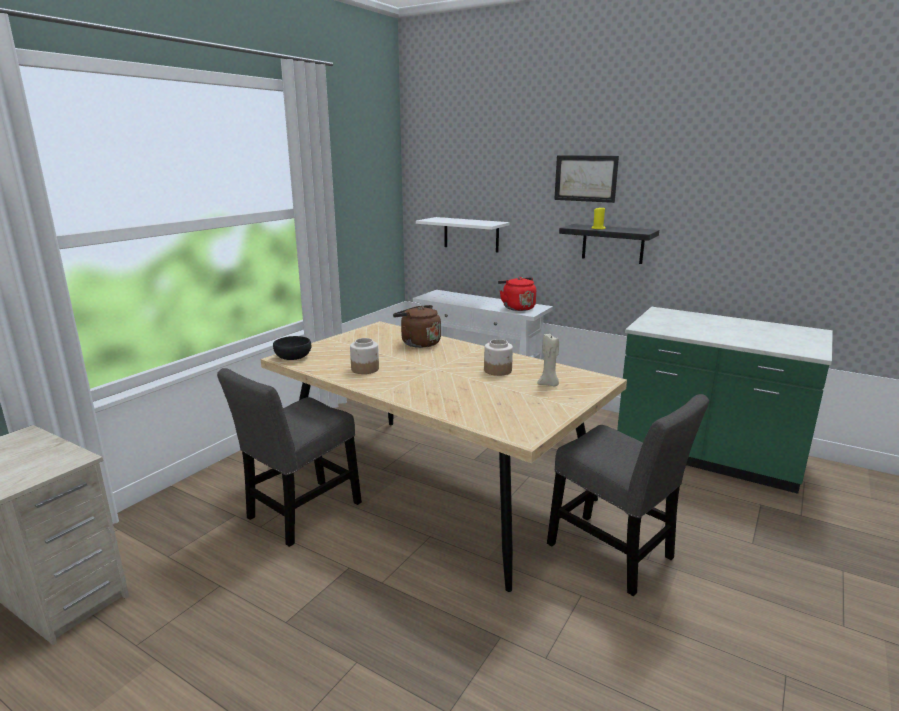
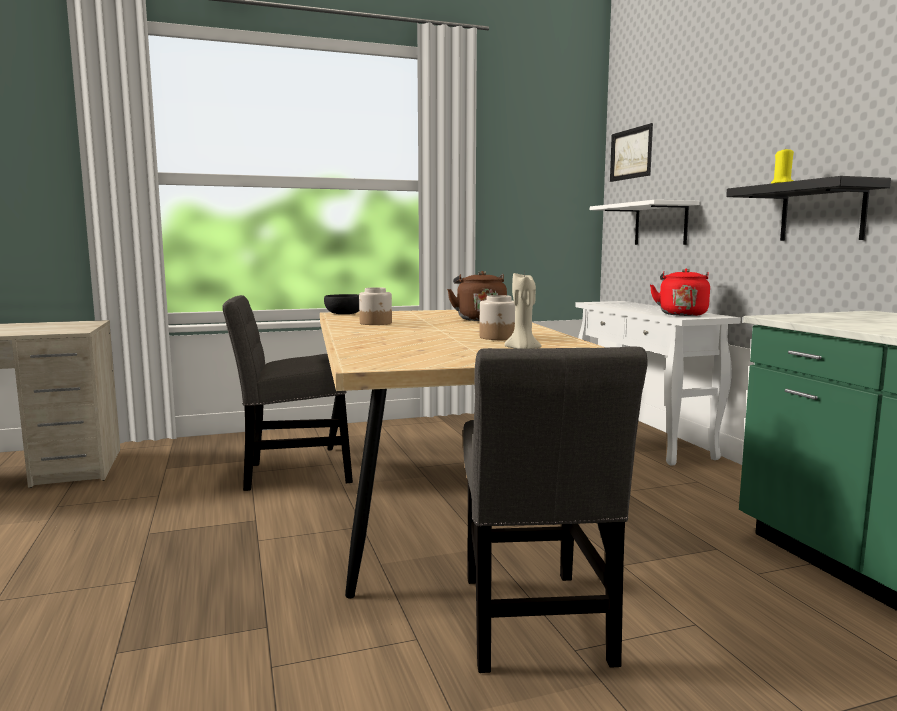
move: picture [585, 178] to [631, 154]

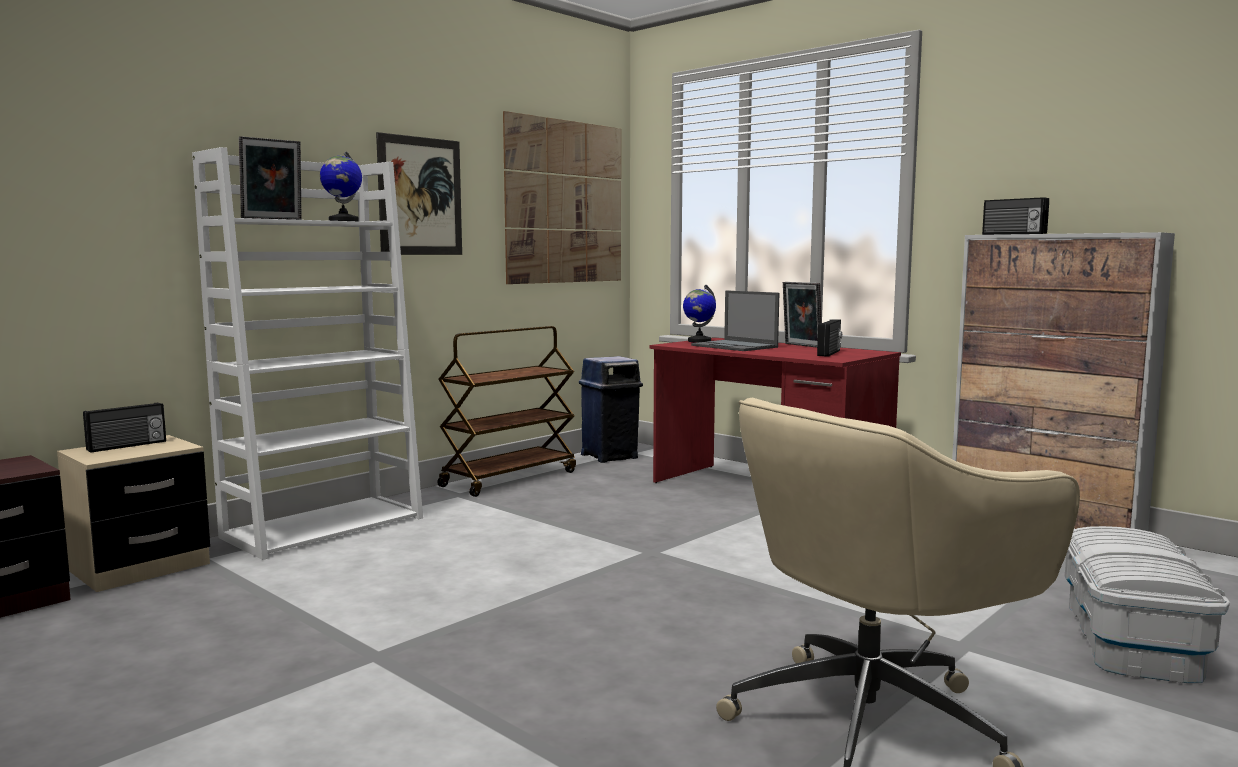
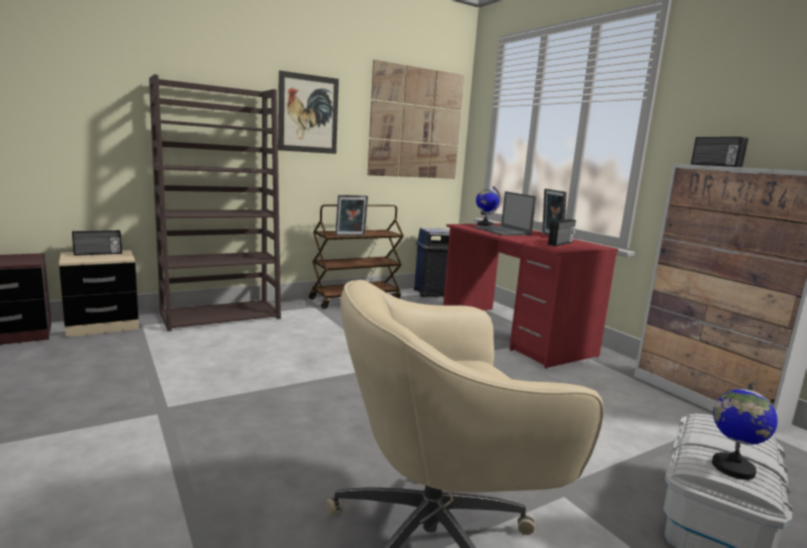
move: picture frame [273, 219] to [350, 235]; globe [343, 221] to [732, 468]
recolor: white bookcase [325, 527] to brown bookcase [221, 315]

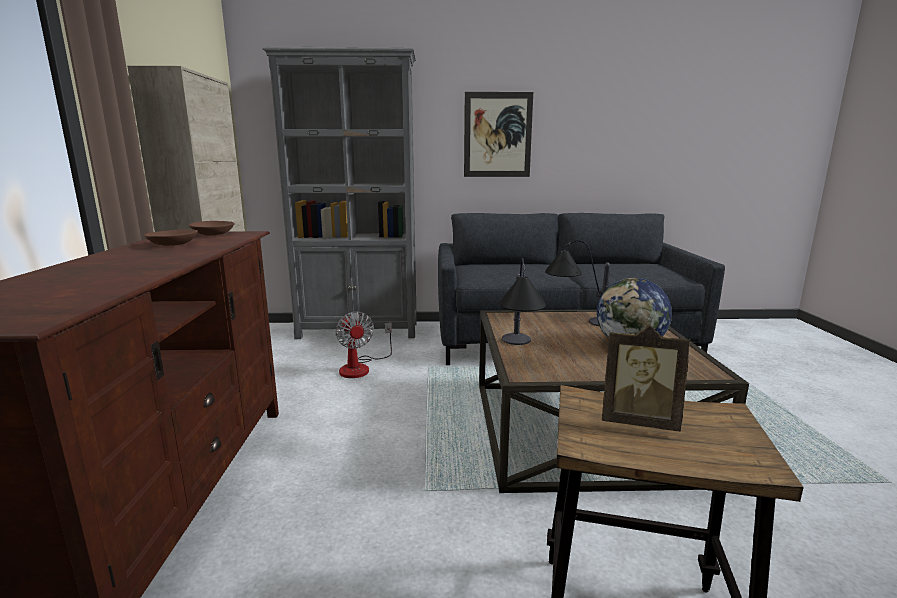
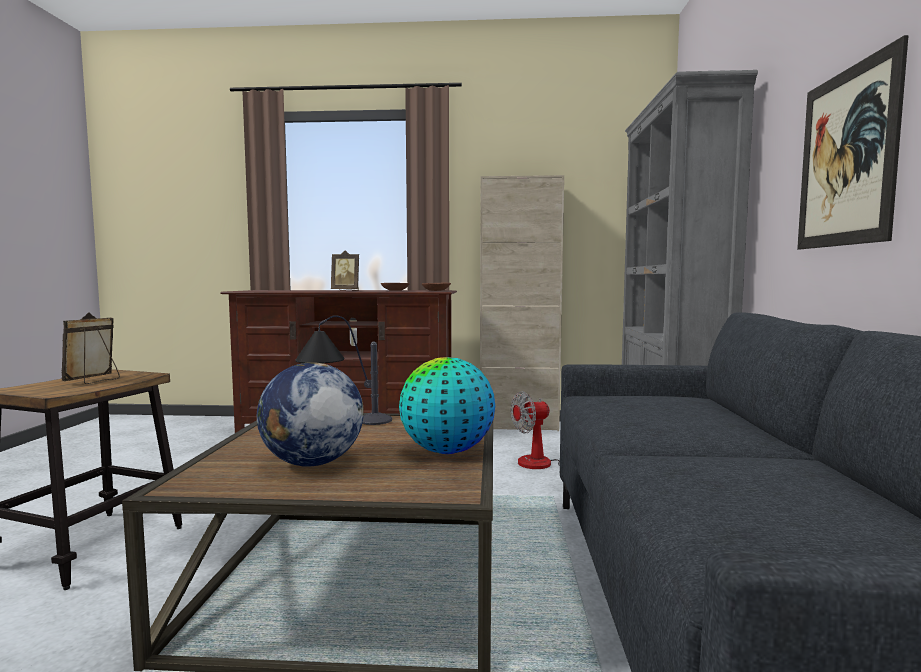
insert: picture frame [346, 290]
replace: table lamp [575, 318] to globe [446, 451]

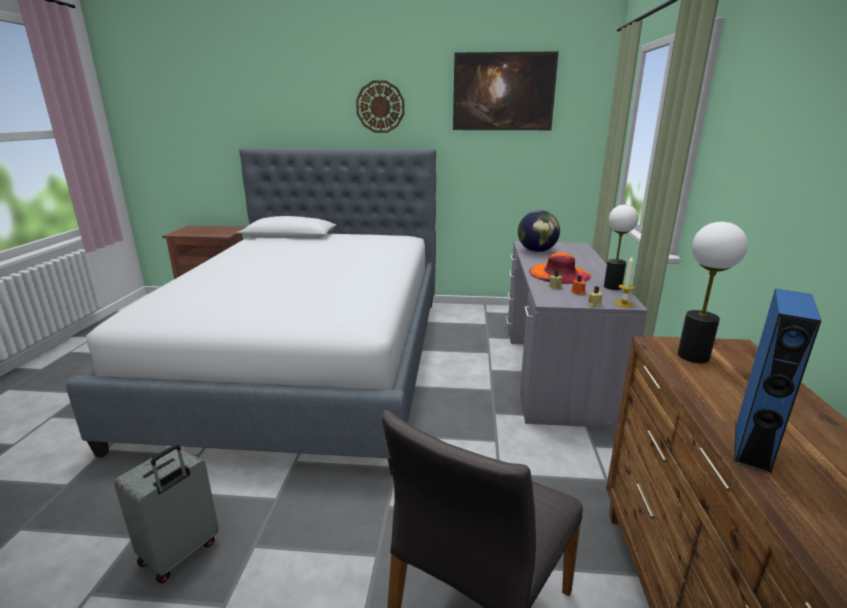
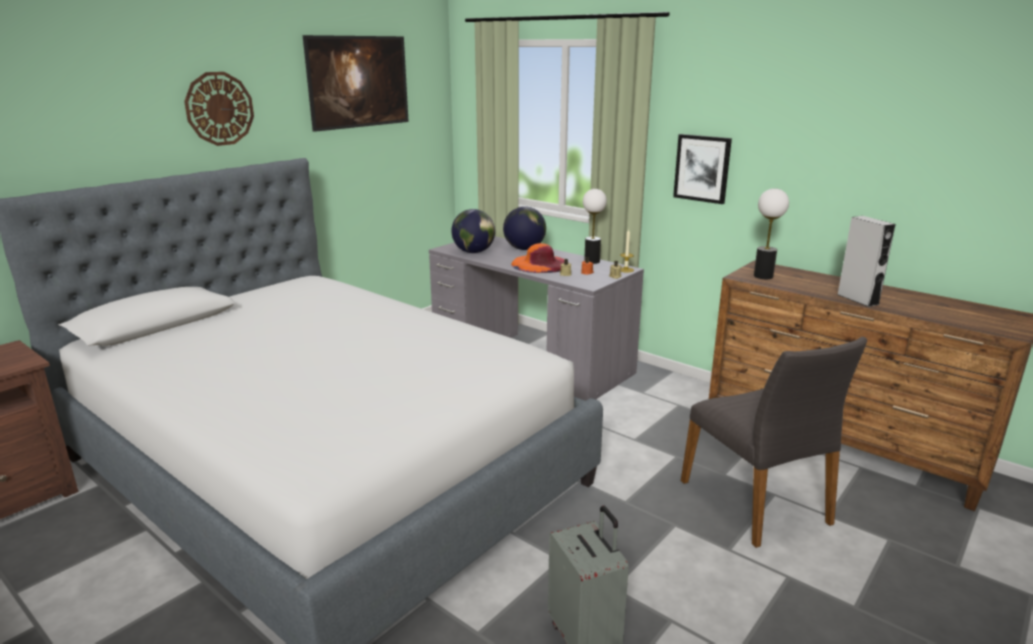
insert: picture [702, 168]; globe [524, 249]
recolor: blue speaker [752, 446] to grey speaker [857, 299]

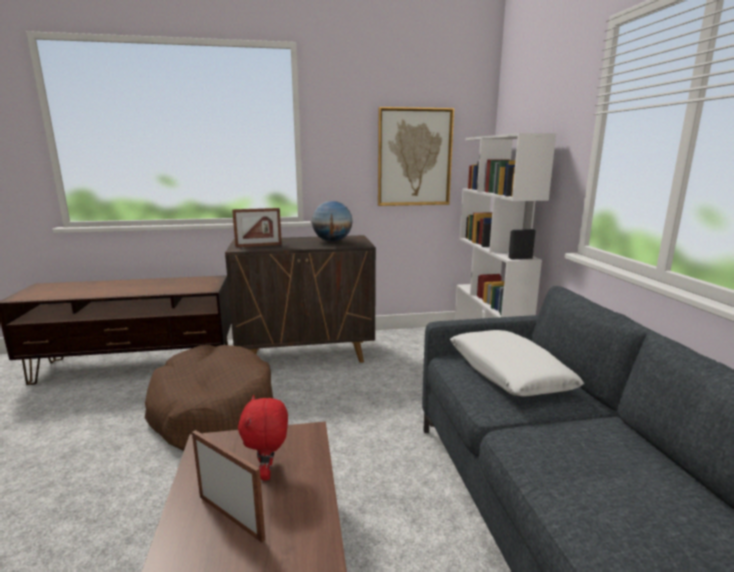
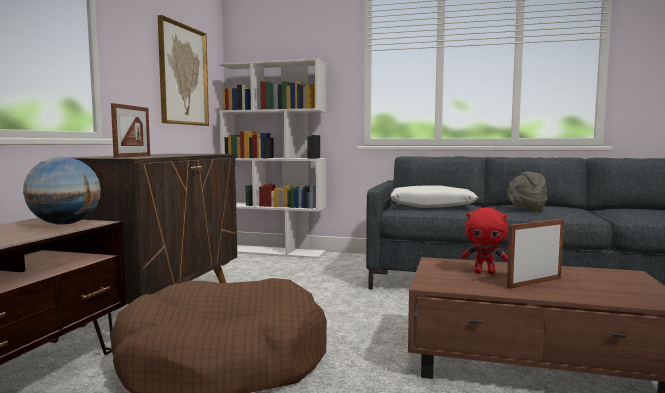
insert: grey hat [525, 209]
move: globe [332, 241] to [65, 224]

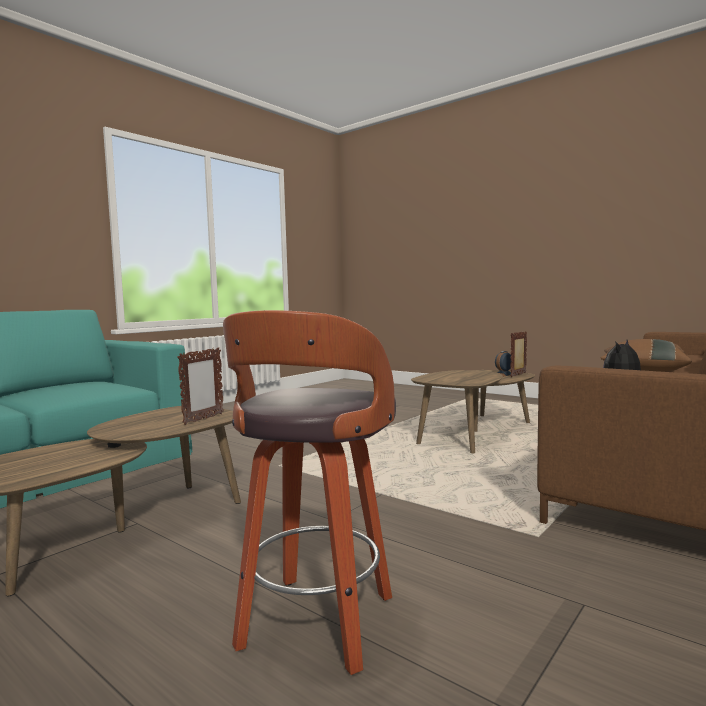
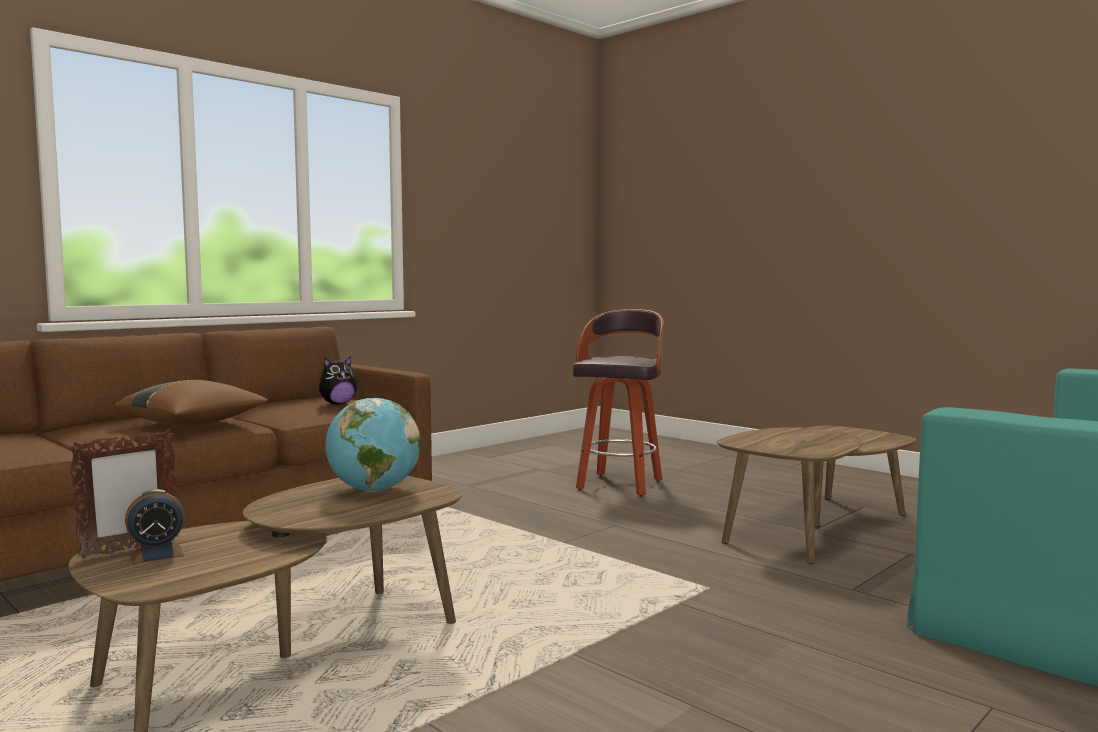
delete: picture frame [203, 419]
insert: globe [373, 490]

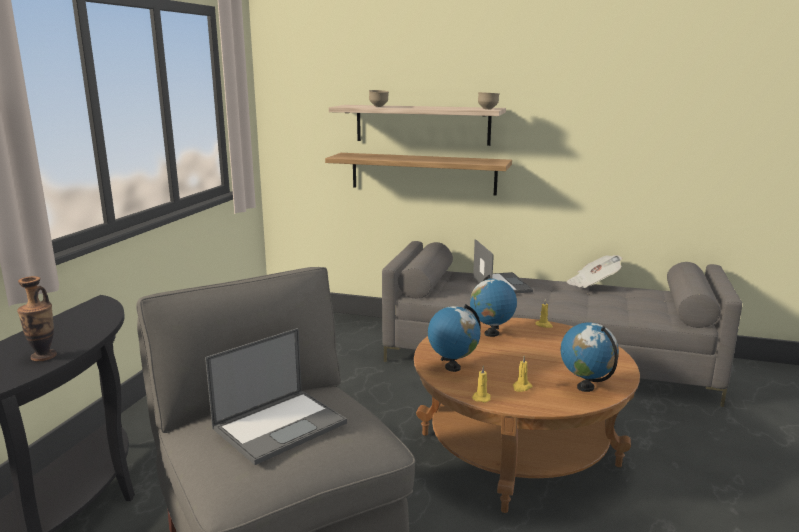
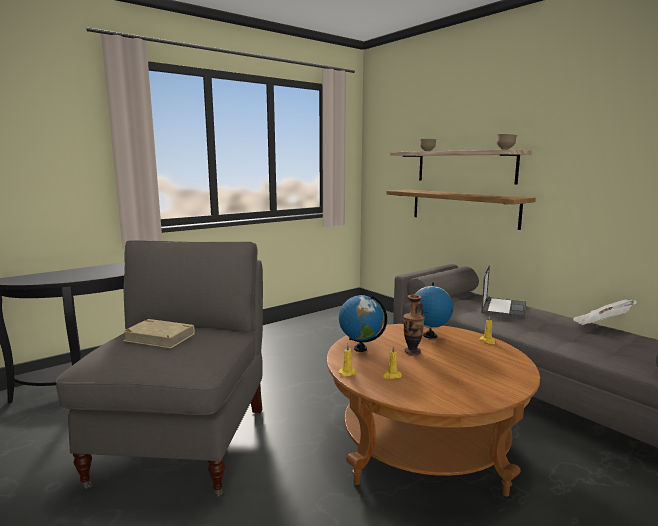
delete: globe [586, 387]
move: vase [43, 356] to [412, 352]
replace: laptop [280, 425] to beige book [159, 337]

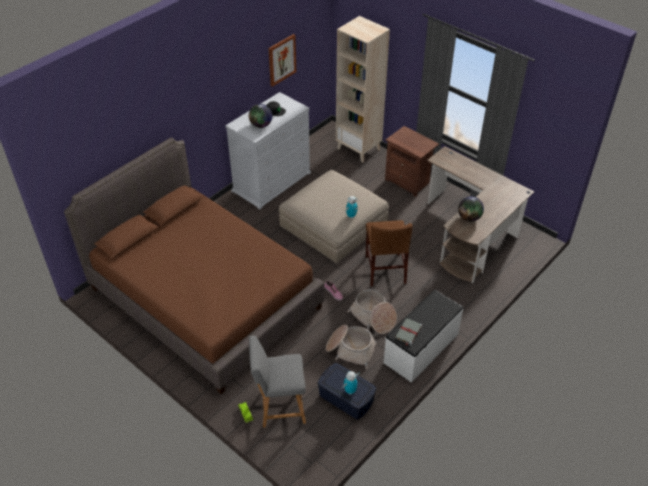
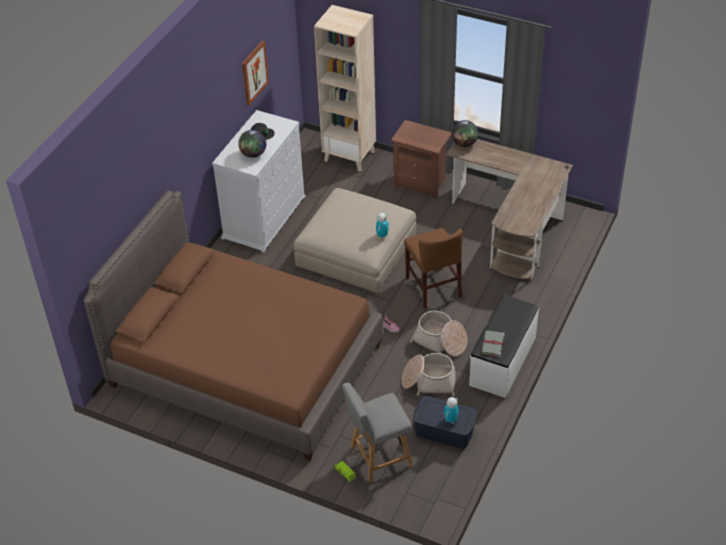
move: globe [469, 218] to [464, 143]

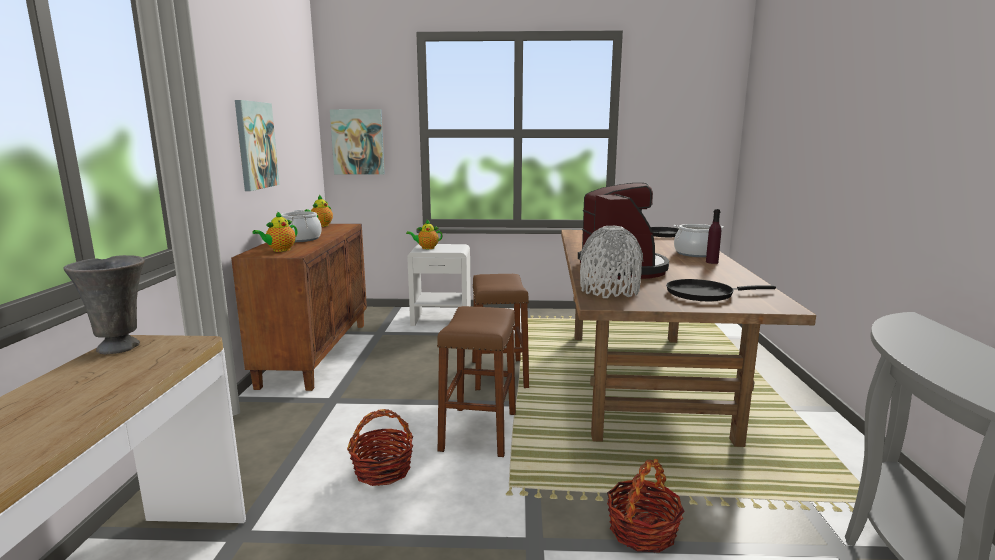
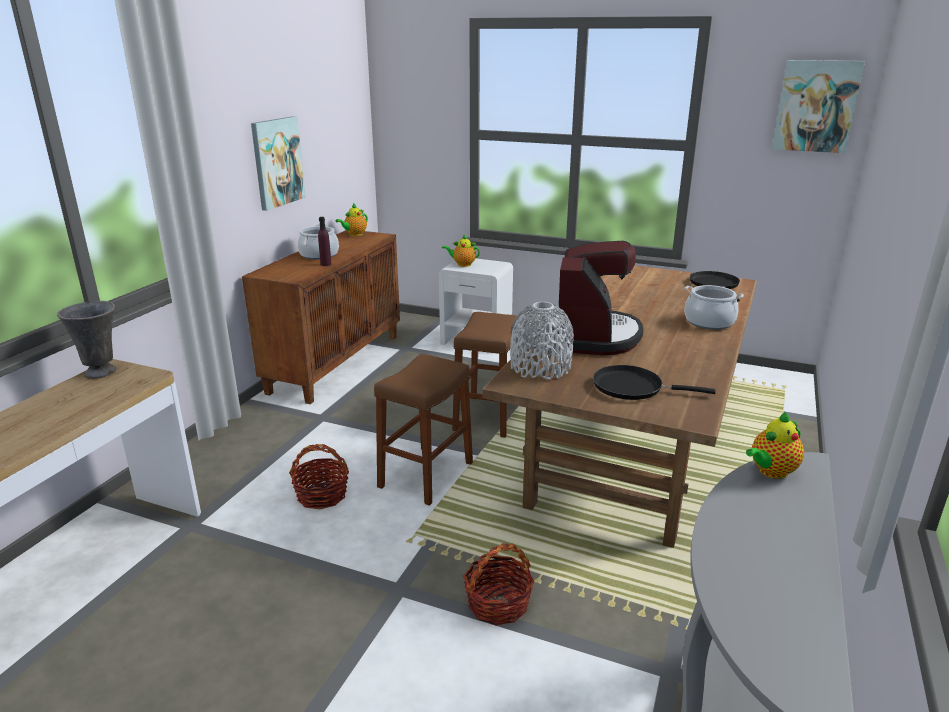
move: picture [358, 142] to [816, 106]; purple bottle [712, 262] to [326, 264]; teapot [279, 250] to [770, 471]

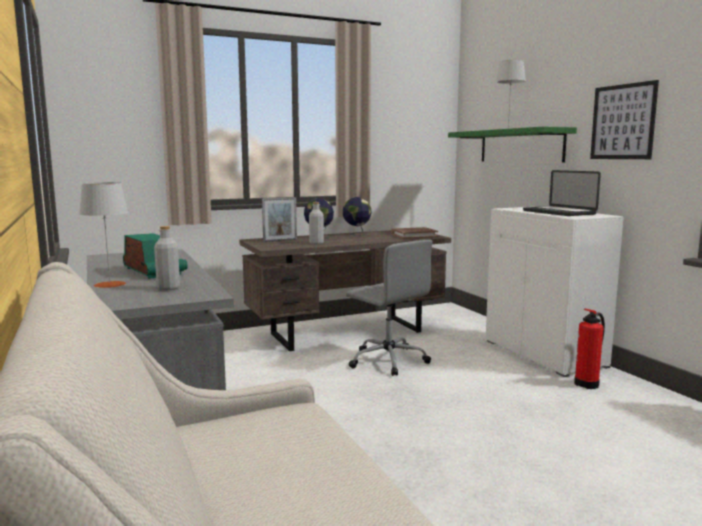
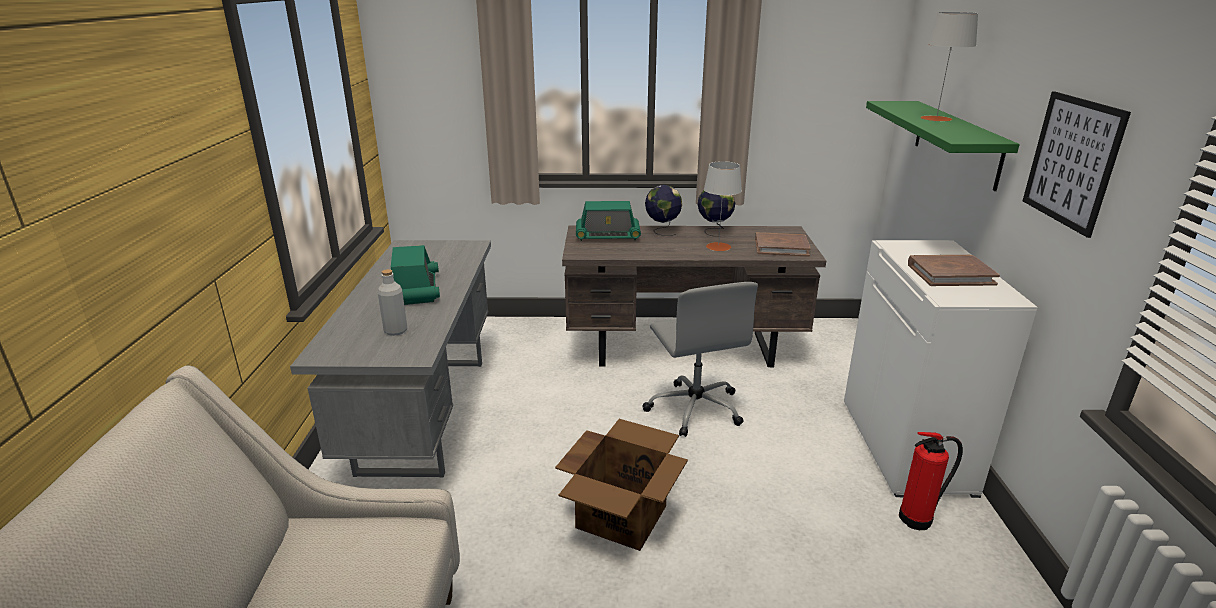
delete: grey bottle [316, 243]
insert: cardboard box [622, 516]
move: grey table lamp [109, 284] to [718, 247]
replace: laptop [558, 212] to brown book [950, 274]; picture frame [280, 240] to radio [607, 236]

